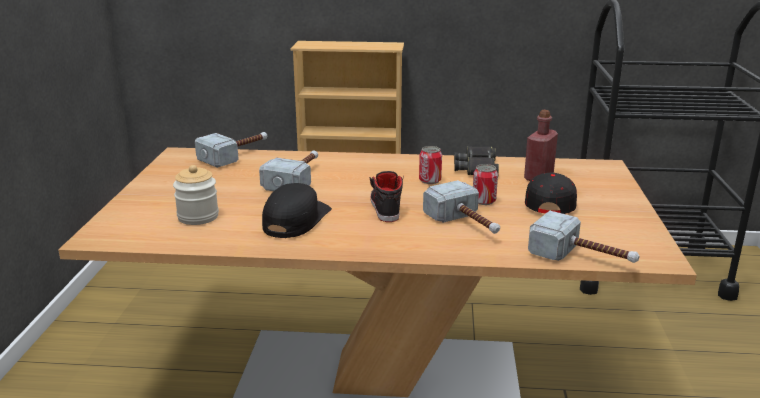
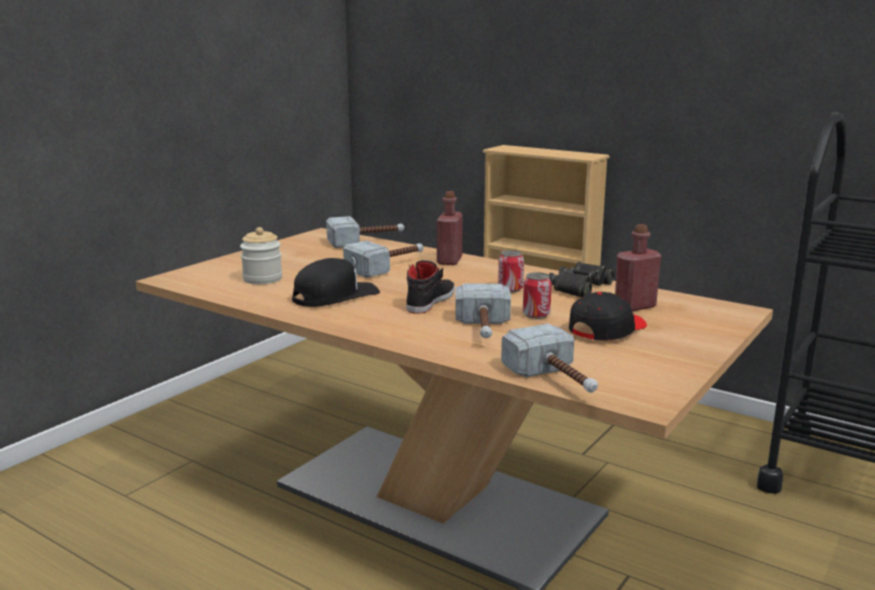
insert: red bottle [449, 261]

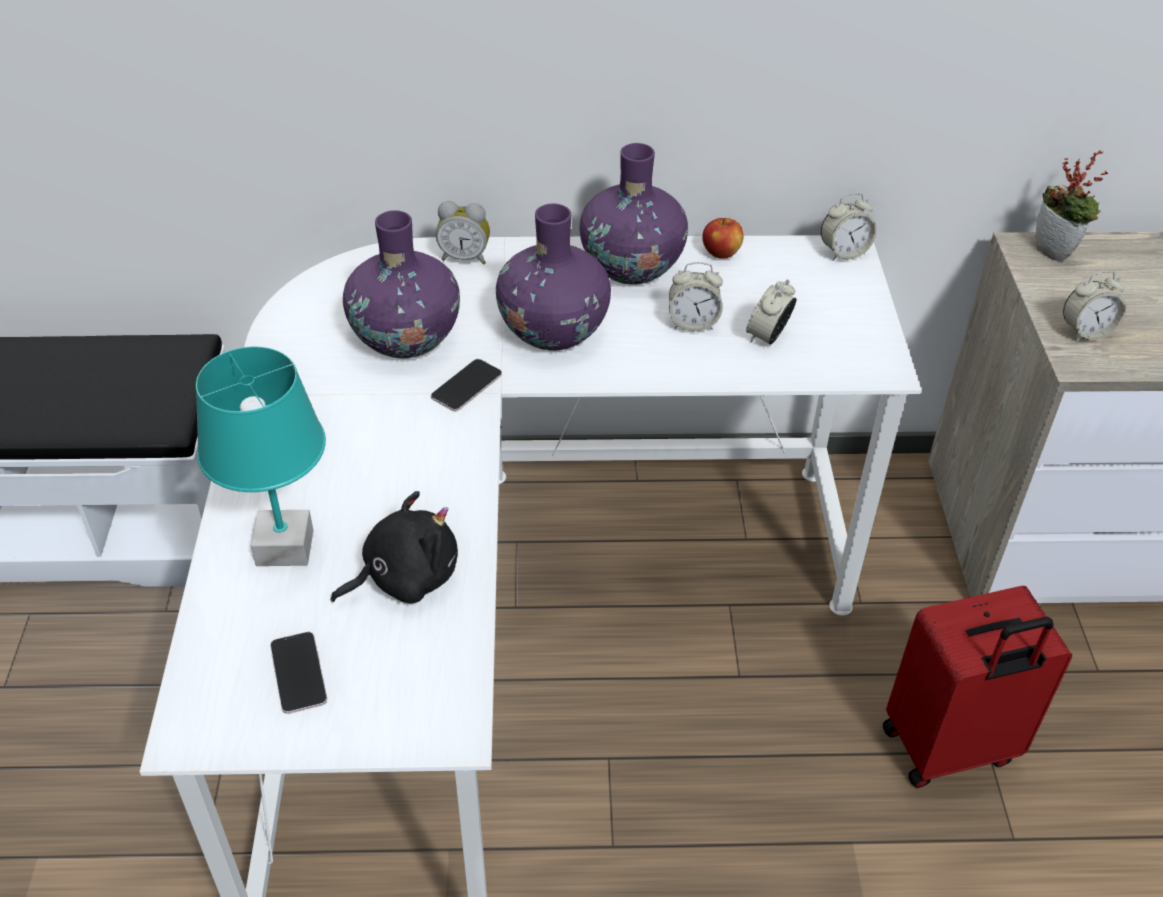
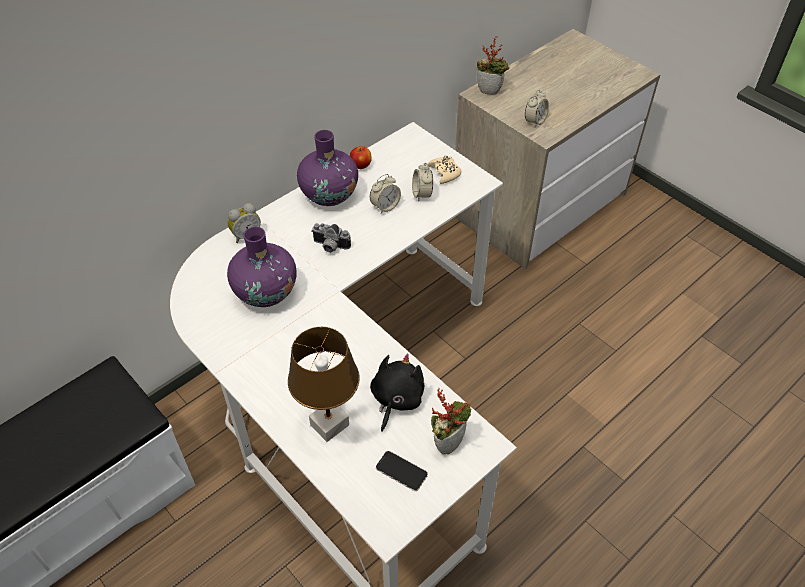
delete: alarm clock [844, 252]; phone [466, 386]; red suitcase [949, 748]
insert: beige game controller [444, 173]; potted plant [448, 441]
replace: purple vase [553, 331] to photo camera [330, 247]
recolor: turquoise table lamp [286, 547] to brown table lamp [329, 424]

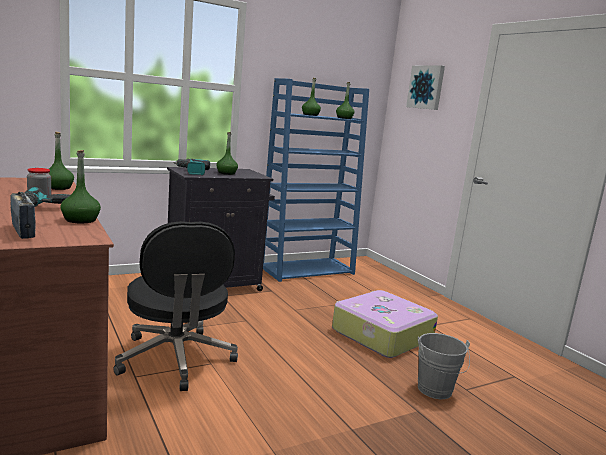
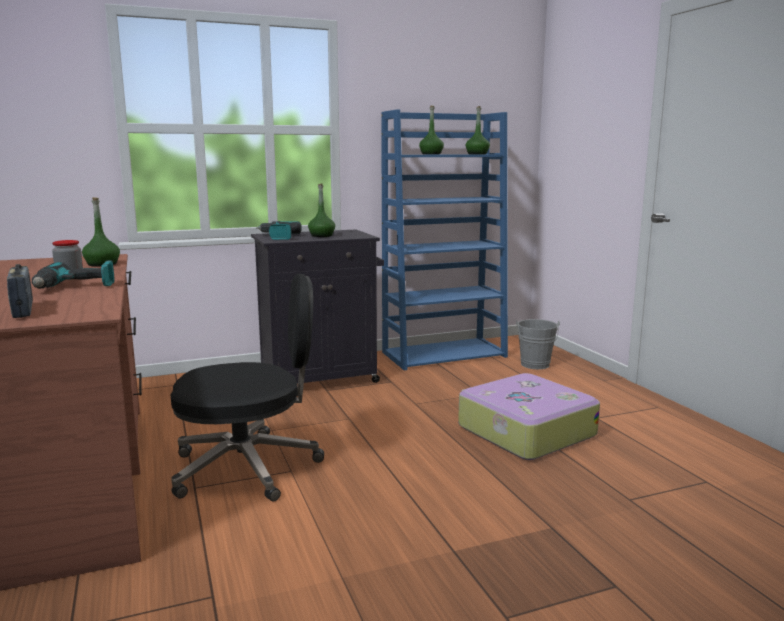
delete: picture [426, 87]; green bottle [80, 220]
move: grey bucket [435, 392] to [535, 365]
rotate: black office chair [176, 359] = [249, 467] 90 degrees counterclockwise

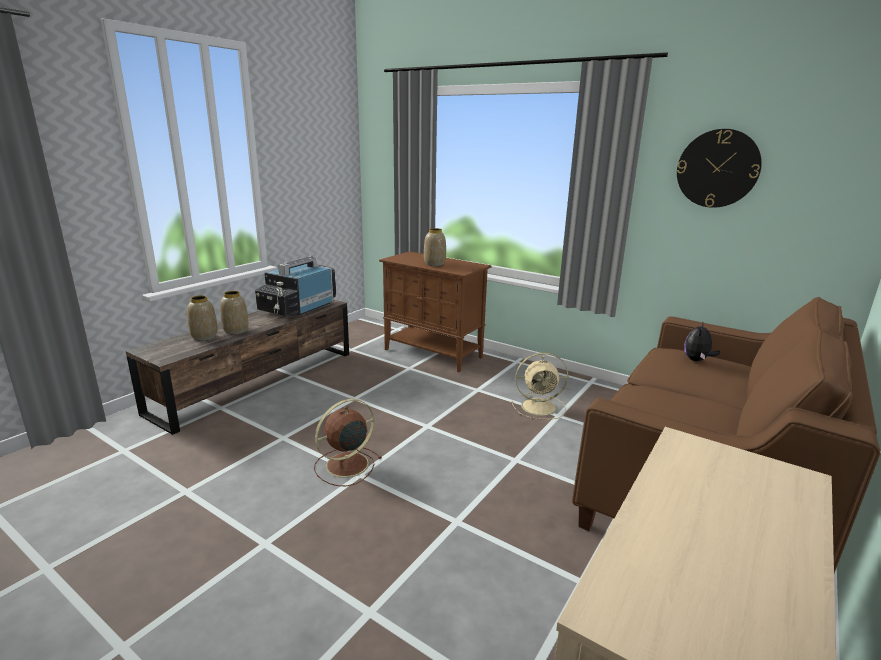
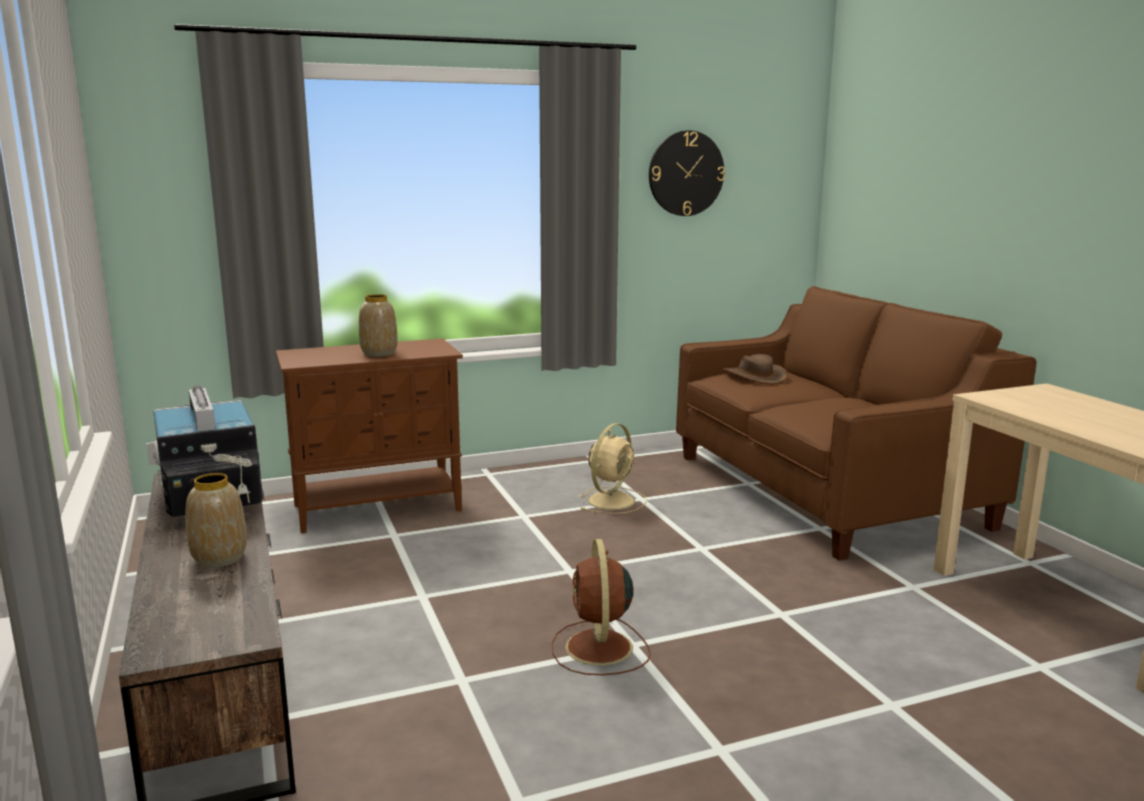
delete: vase [204, 336]
replace: plush toy [697, 360] to brown hat [754, 376]

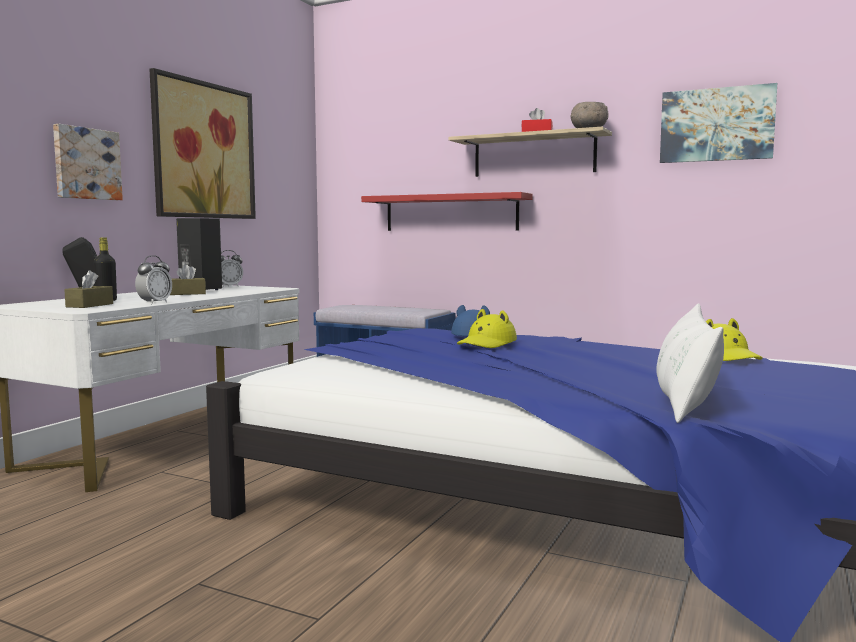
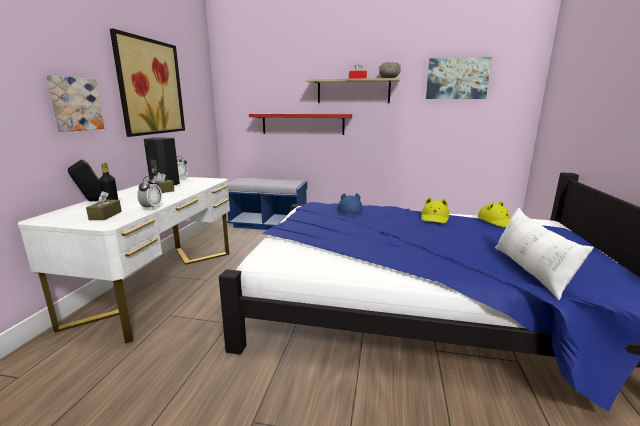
move: yellow hat [487, 343] to [434, 218]

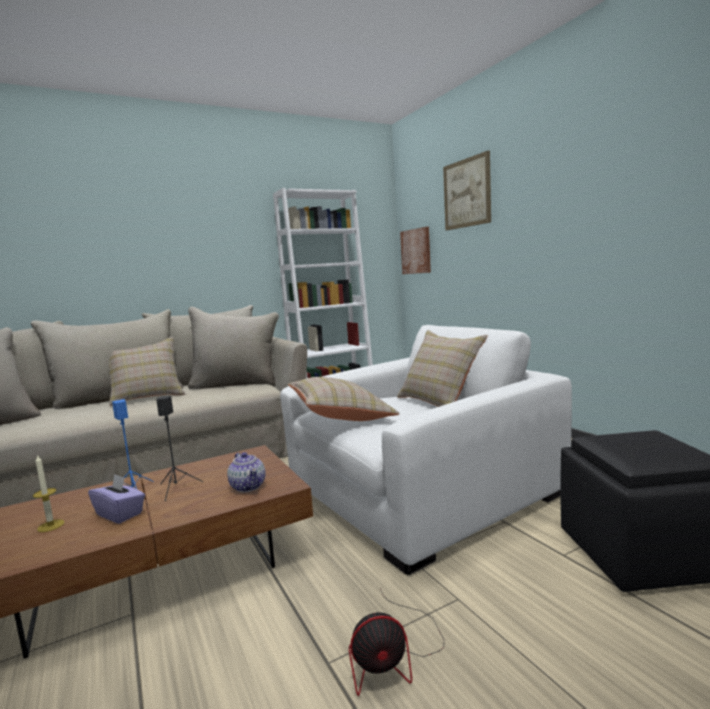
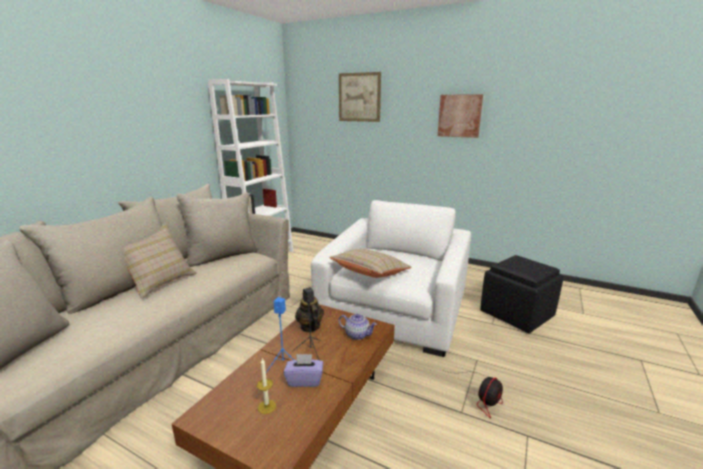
delete: beige pillow [440, 402]
insert: teapot [310, 327]
move: picture [416, 251] to [459, 116]

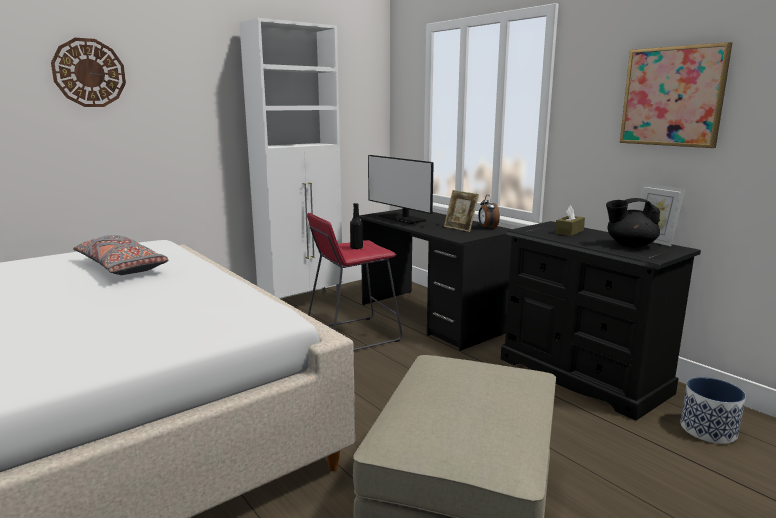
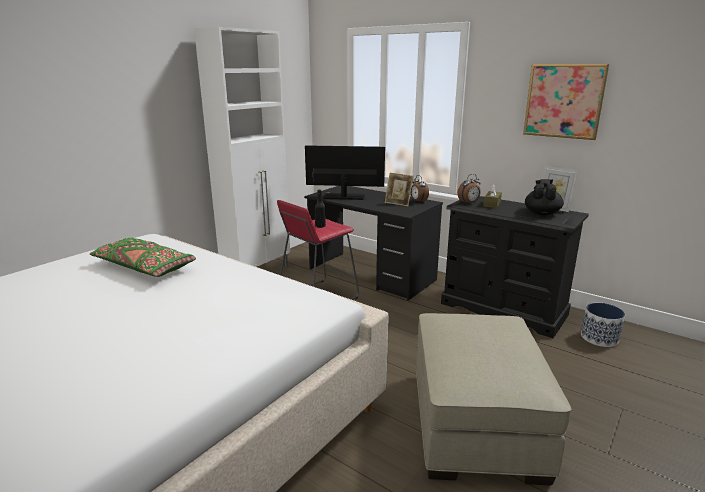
delete: wall clock [89, 73]
insert: alarm clock [469, 203]
recolor: grey pillow [121, 268] to green pillow [145, 268]
rotate: monitor [402, 219] = [344, 197] 150 degrees clockwise; black teapot [630, 245] = [542, 213] 120 degrees clockwise

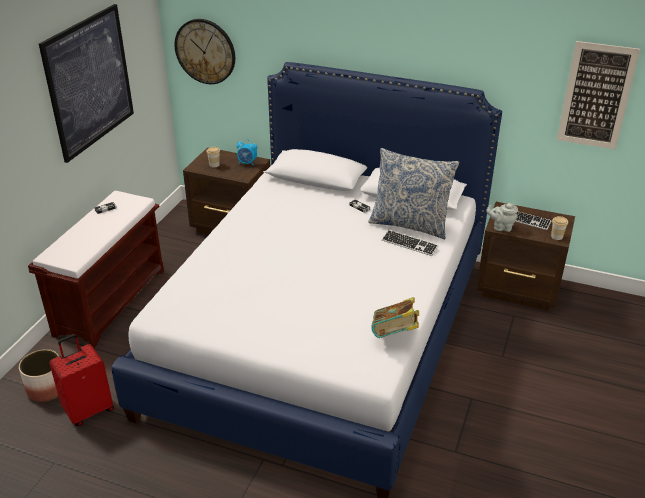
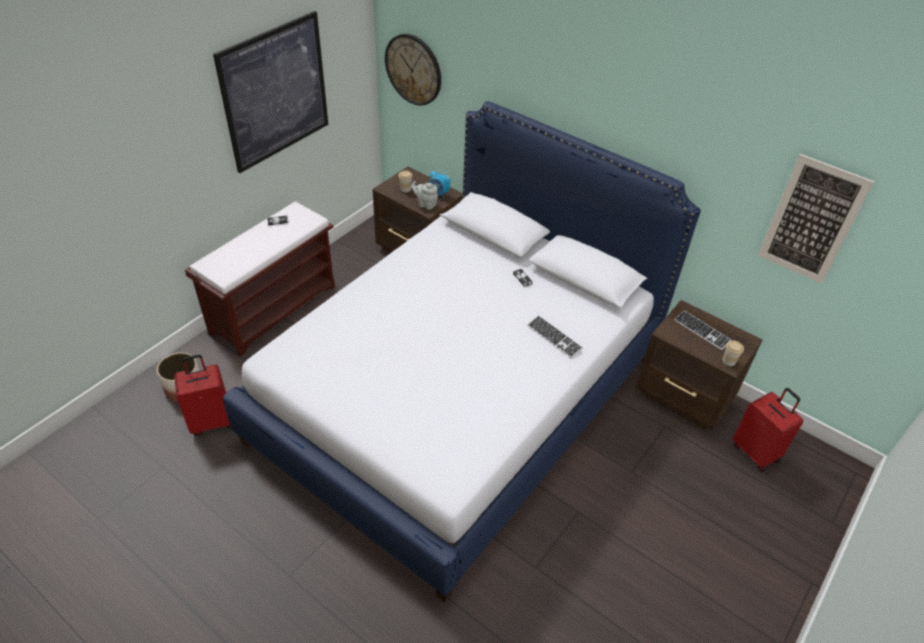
delete: pillow [410, 224]; book [395, 335]
insert: red suitcase [756, 452]
move: grey teapot [501, 227] to [425, 204]

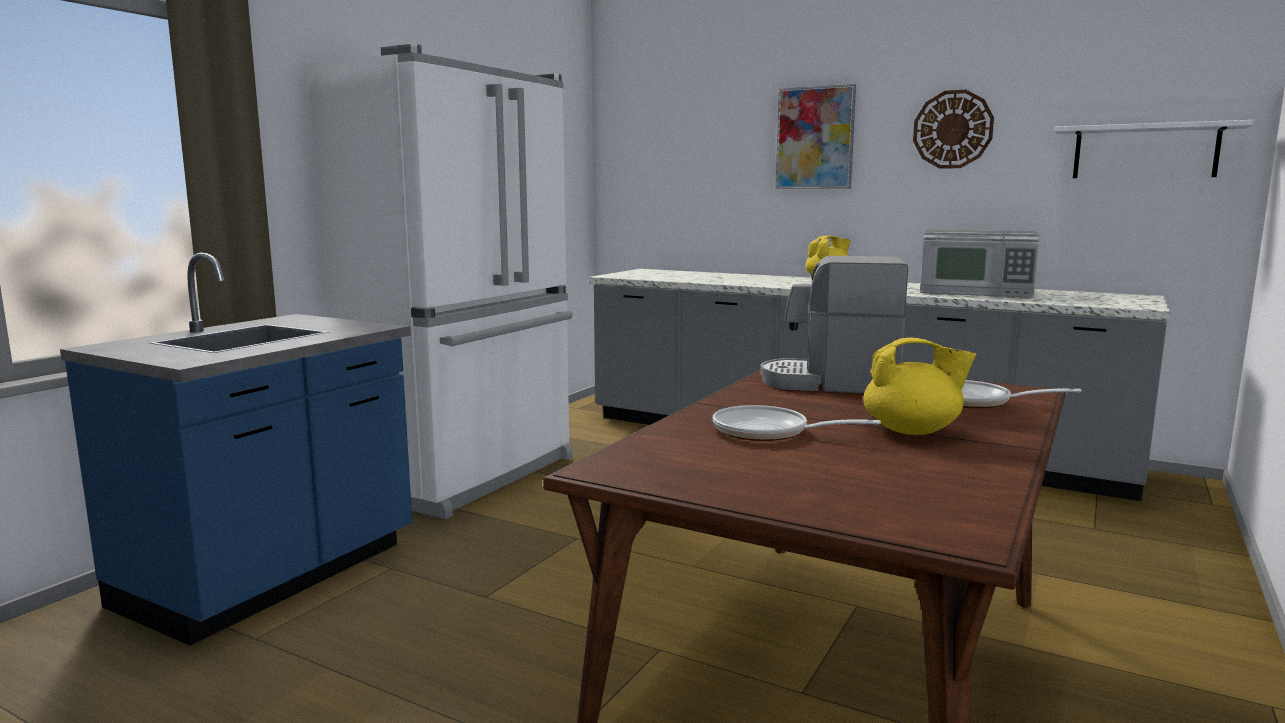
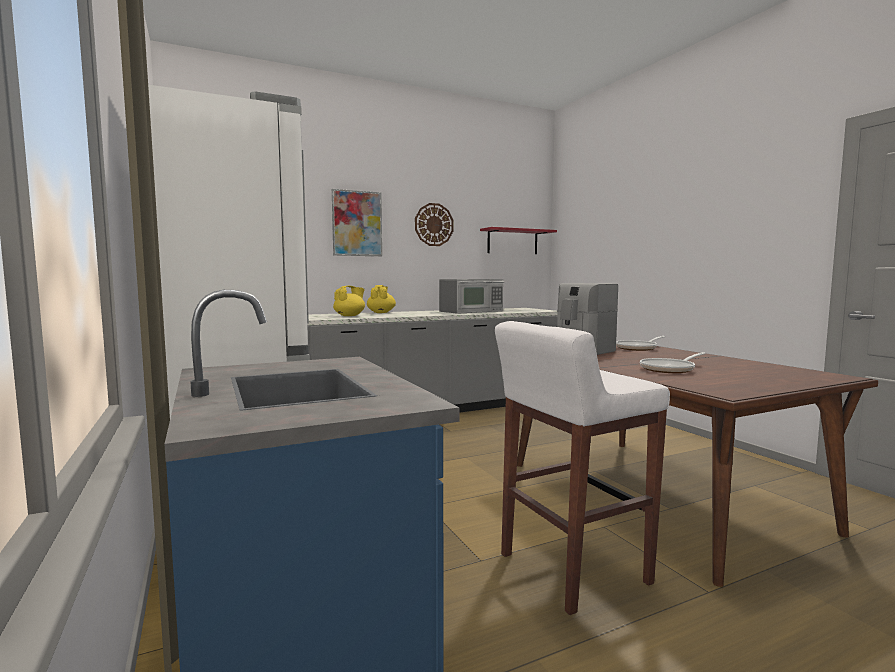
insert: white stool [571, 569]
move: yellow teapot [913, 431] to [350, 316]
recolor: white shelf [1145, 152] to red shelf [512, 242]

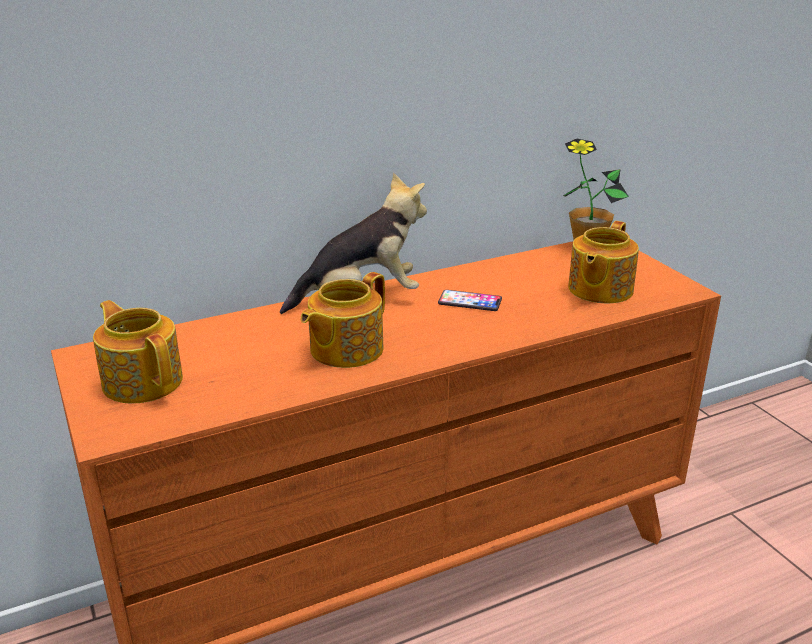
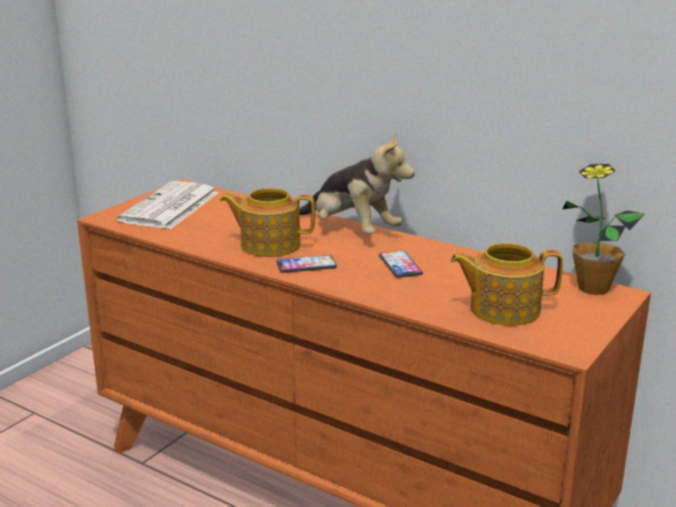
insert: phone [306, 265]
replace: teapot [143, 381] to newspaper [170, 207]

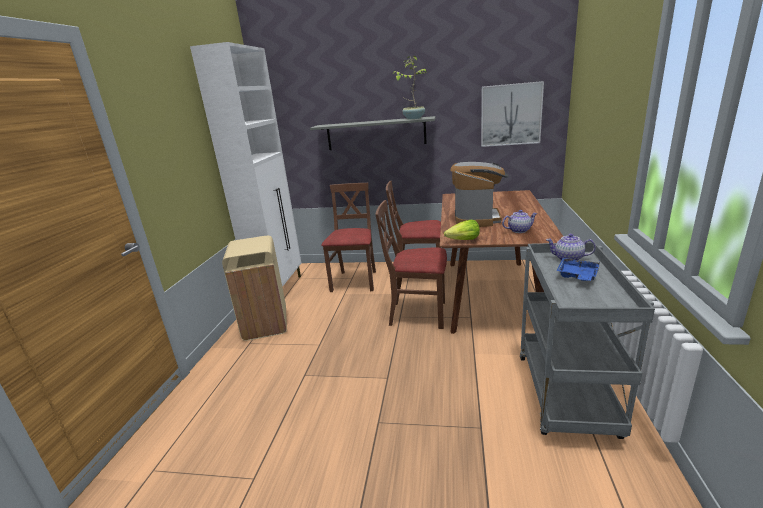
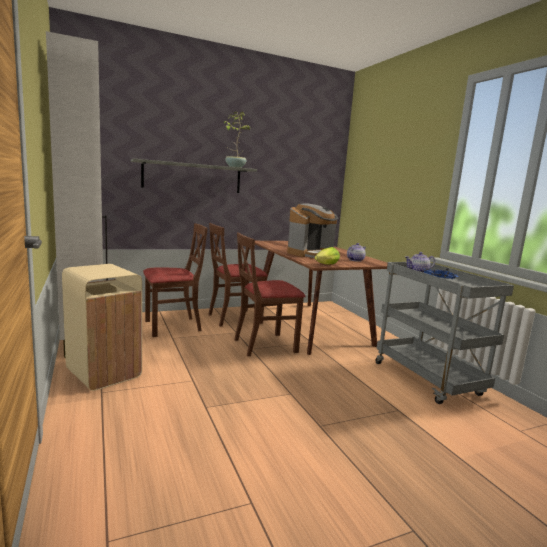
delete: picture [510, 115]
rotate: coffee machine [477, 218] = [311, 254] 75 degrees clockwise; brown chair [355, 281] = [172, 326] 90 degrees clockwise

